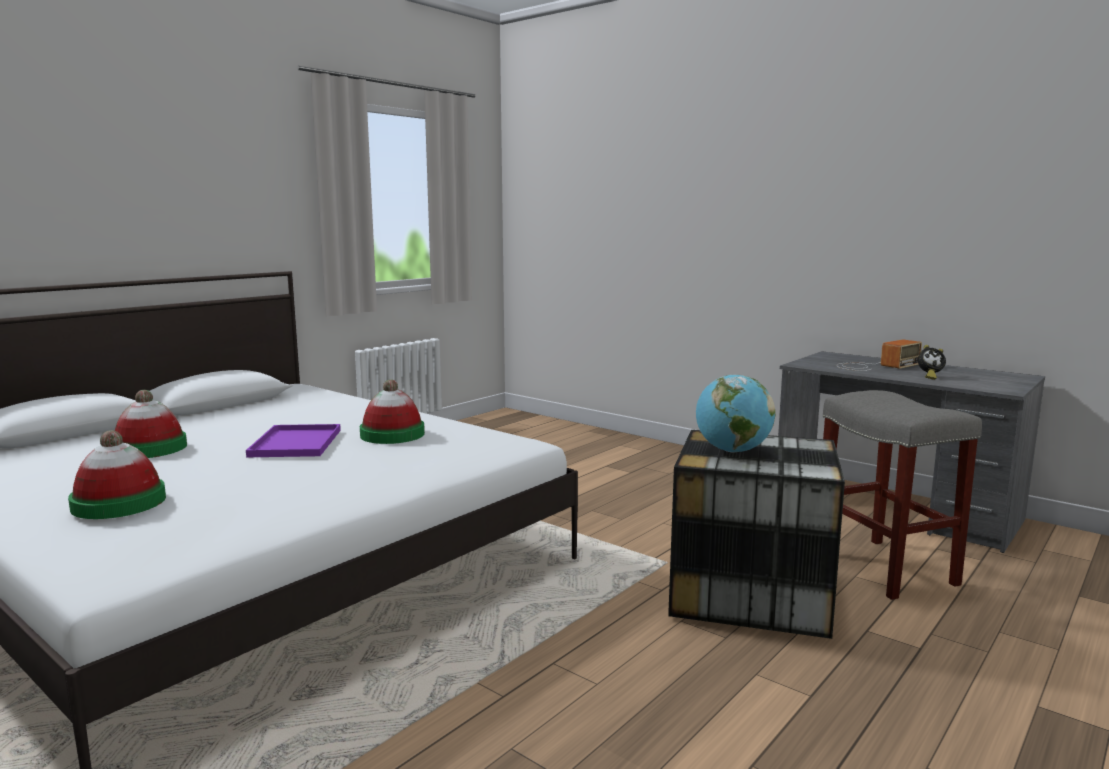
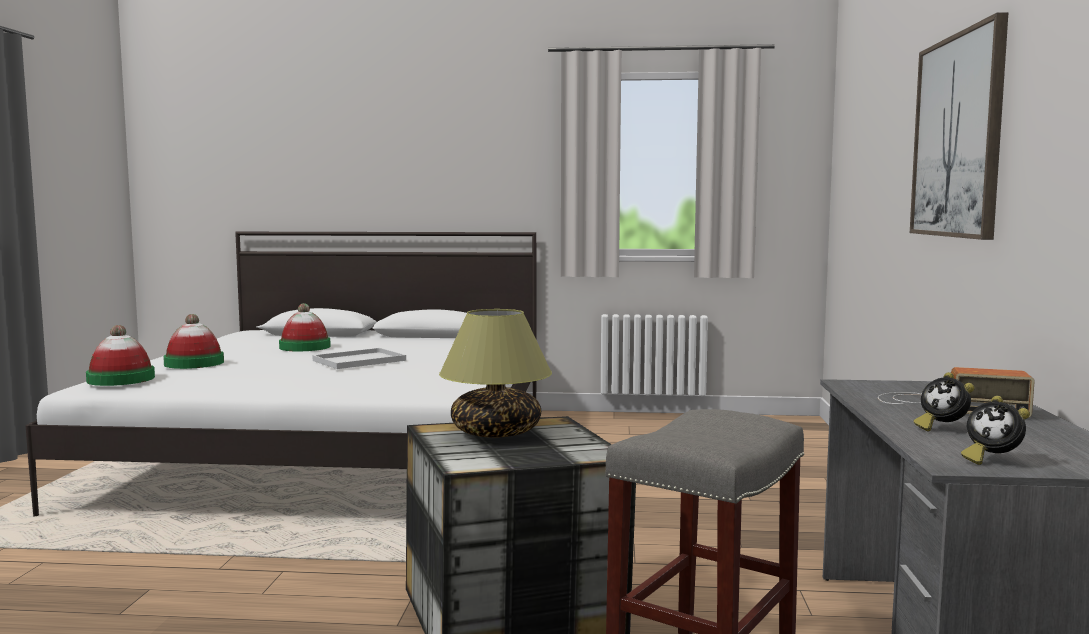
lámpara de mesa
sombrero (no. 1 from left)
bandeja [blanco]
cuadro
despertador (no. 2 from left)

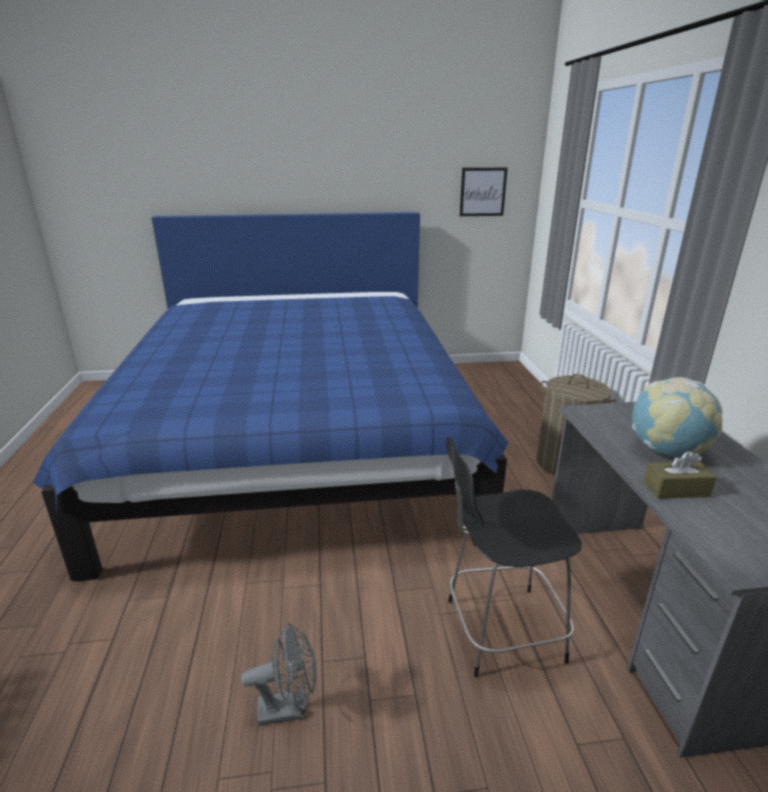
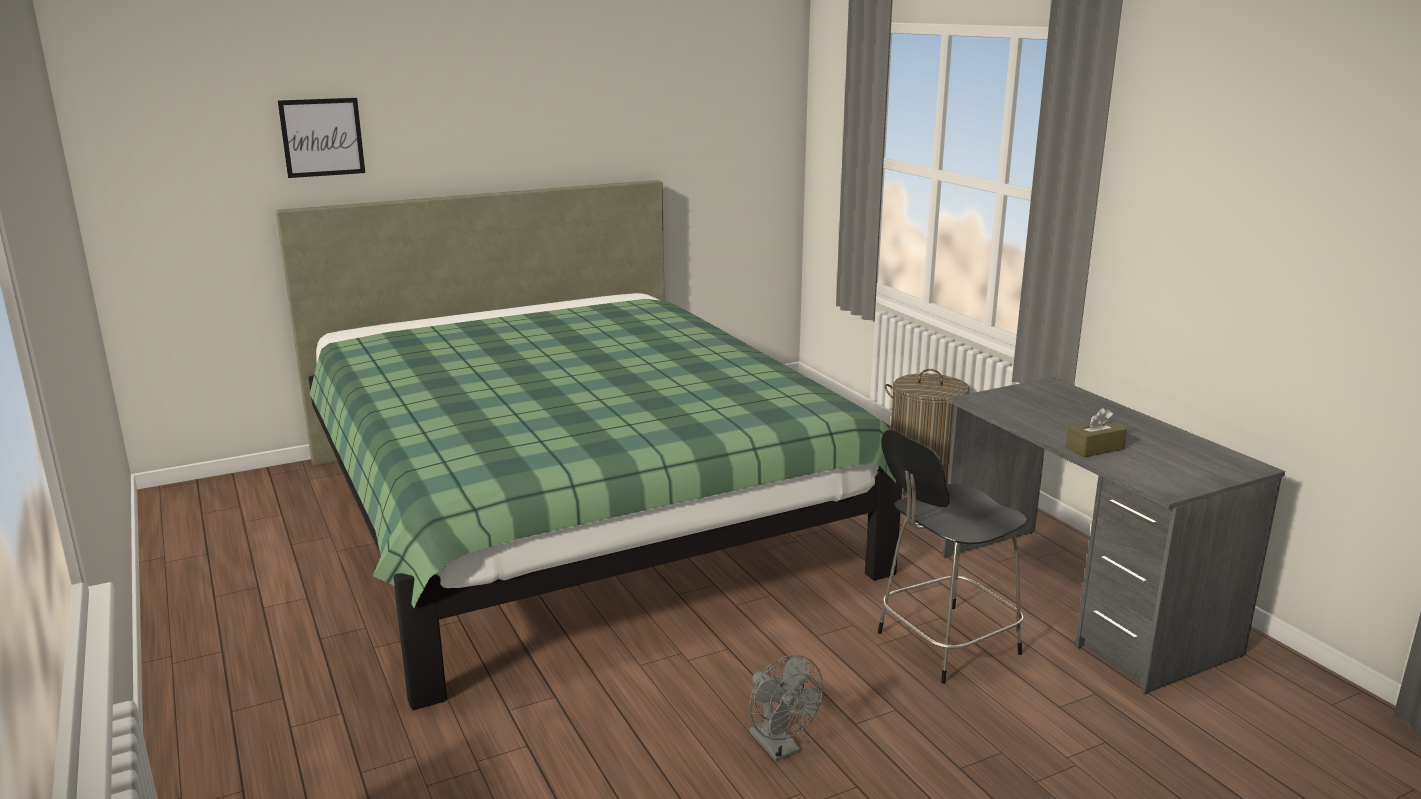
cuadro
cama [verde]
globo terráqueo
ventilador [gris]

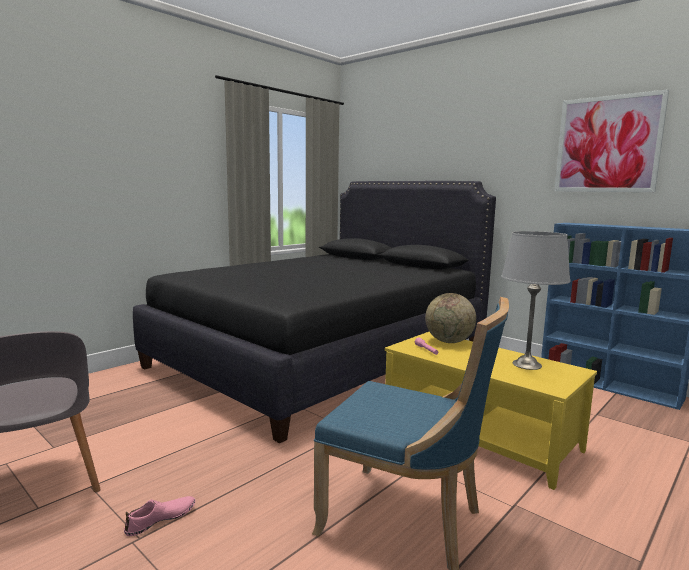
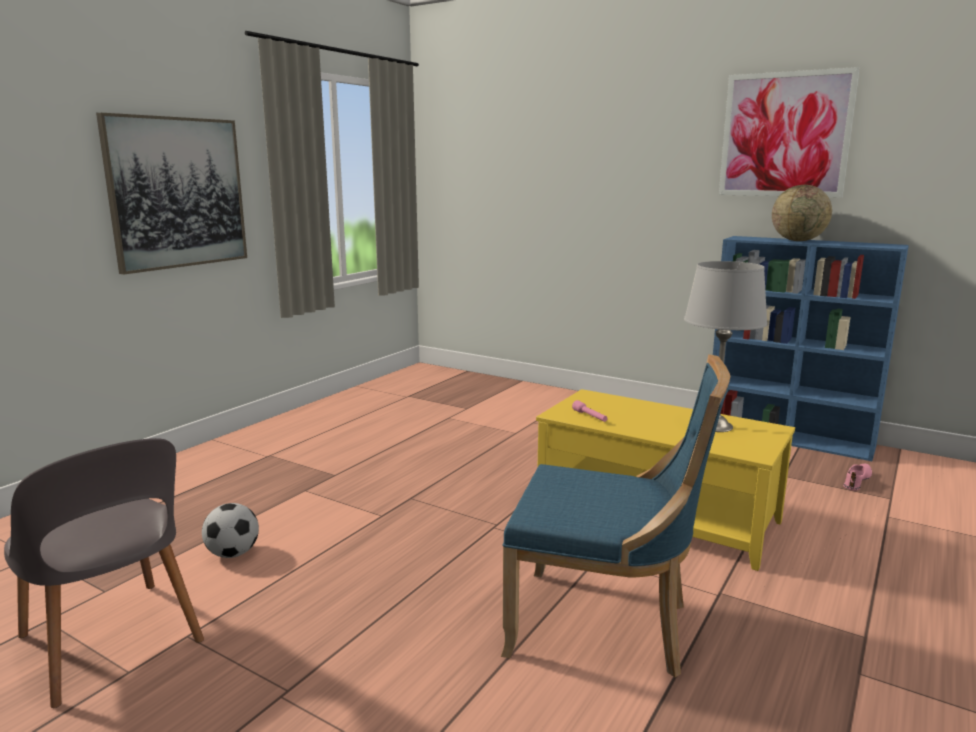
cama [negro]
globo terráqueo
zapato [rosa]
cuadro (no. 1 from left)
balón de fútbol

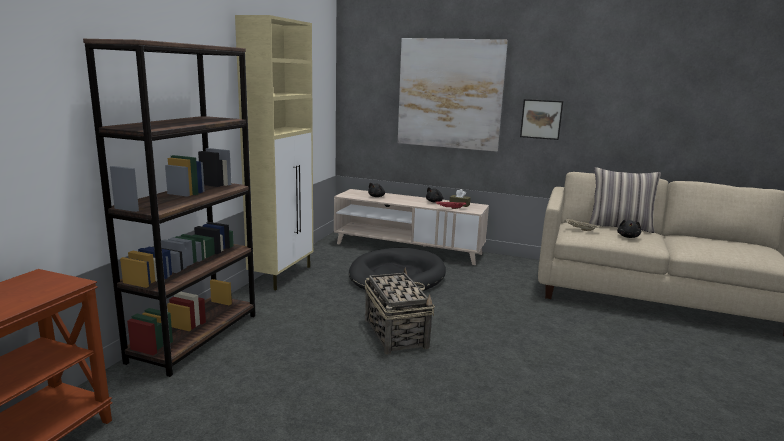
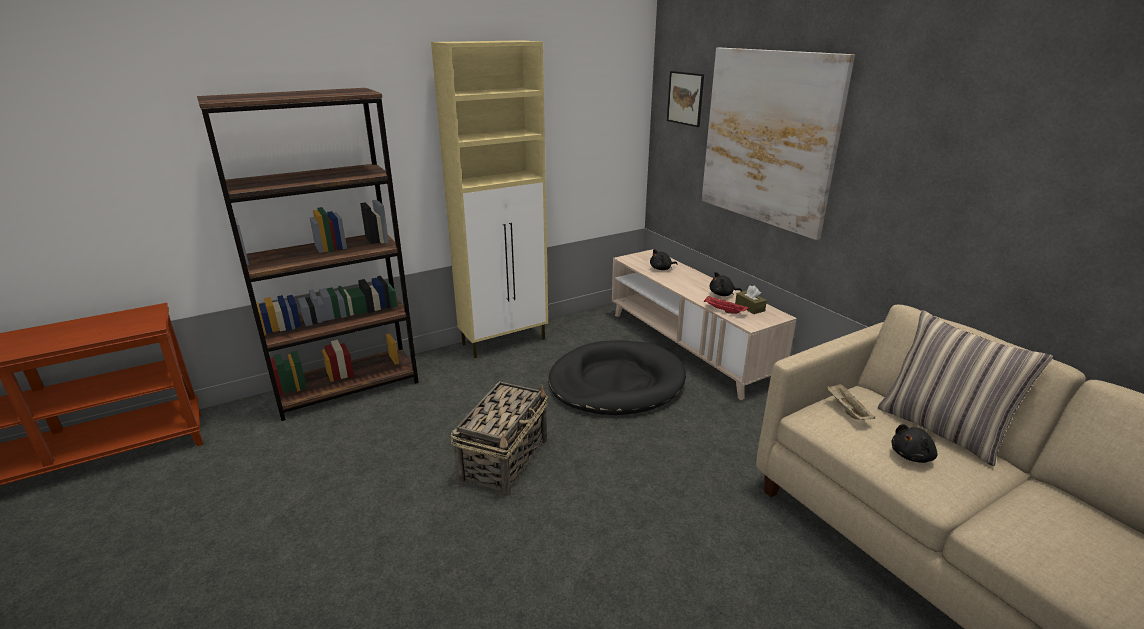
cuadro (no. 1 from left)

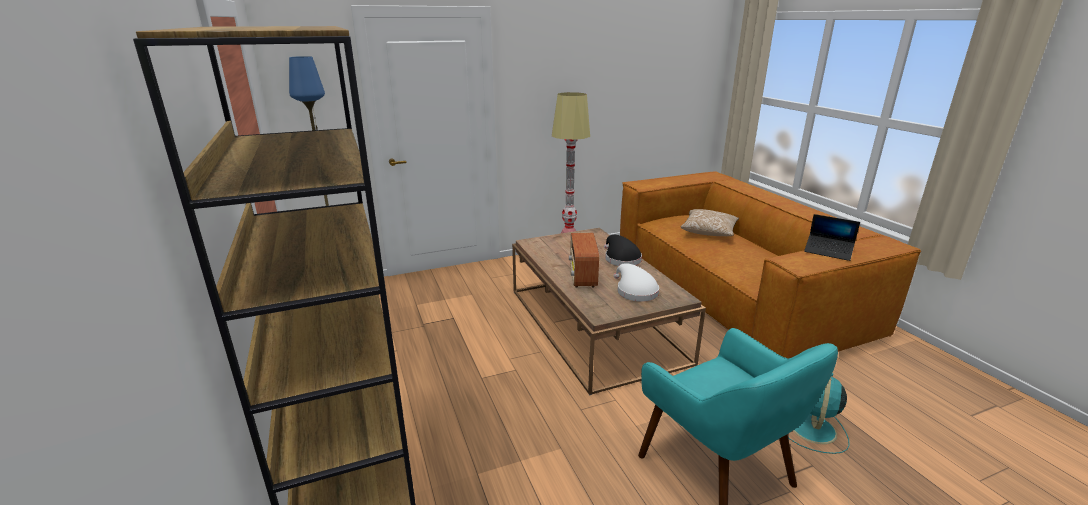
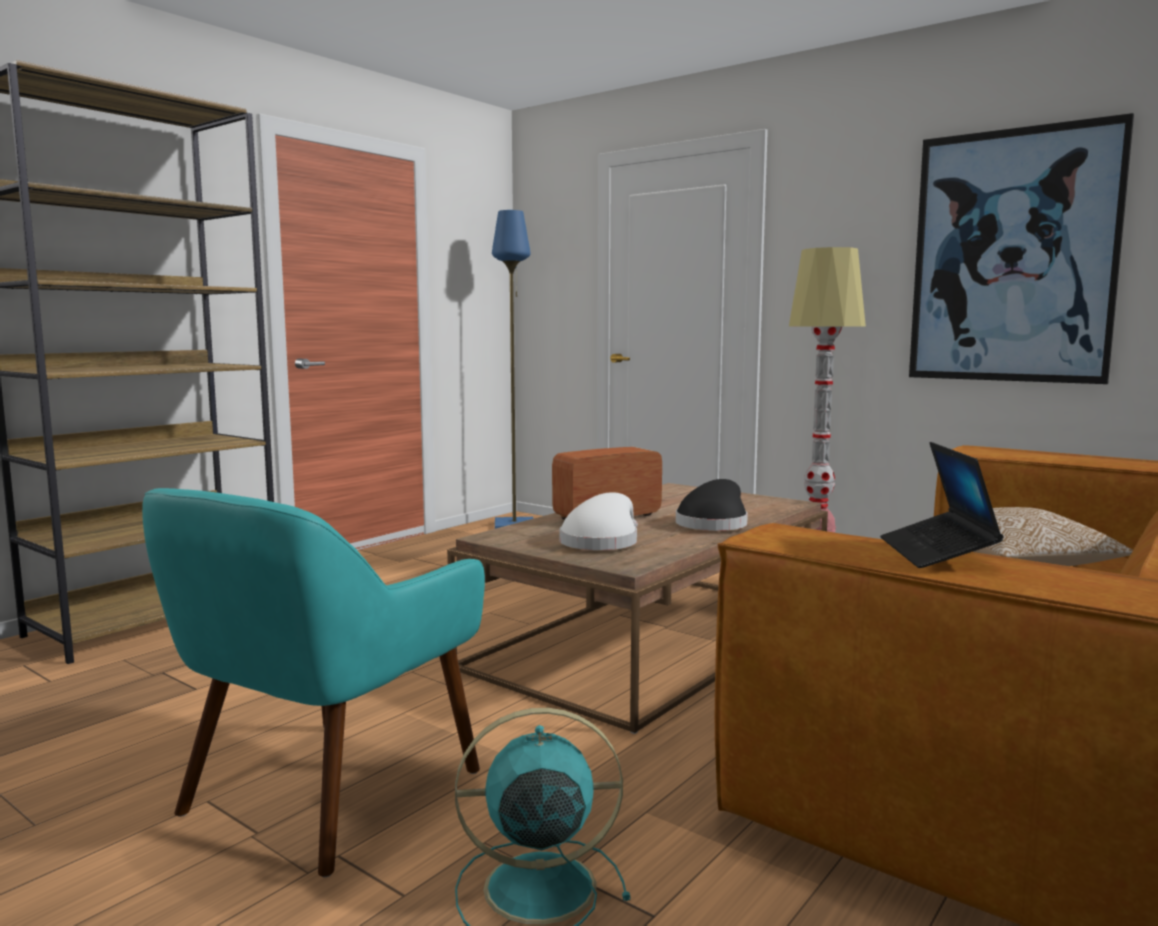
cuadro

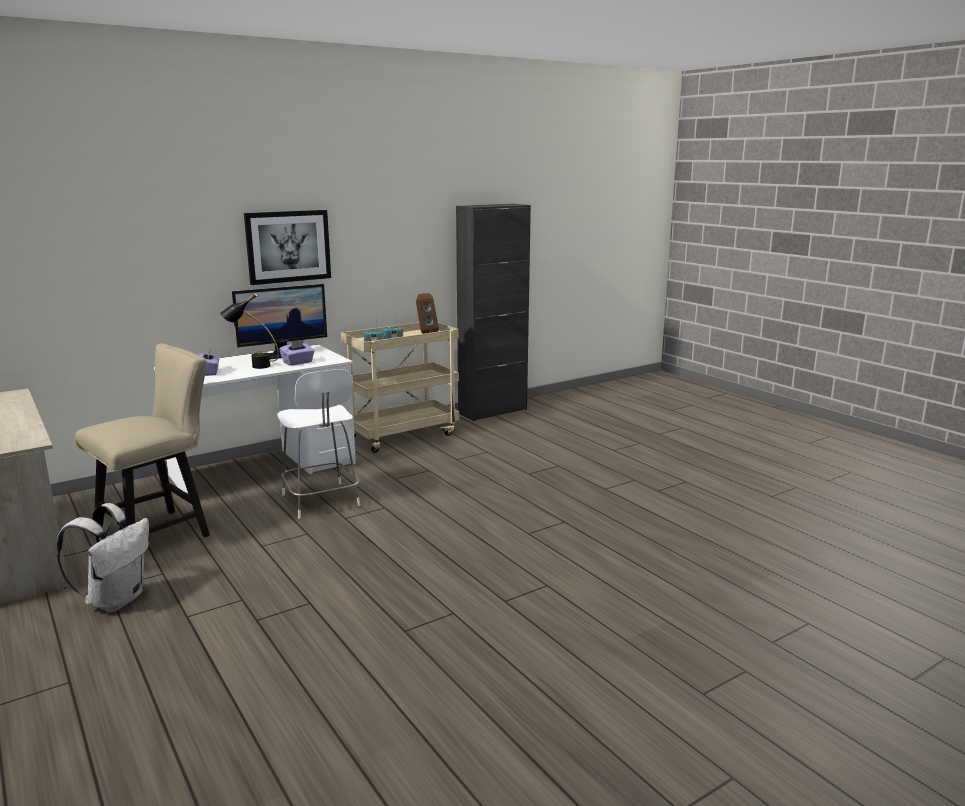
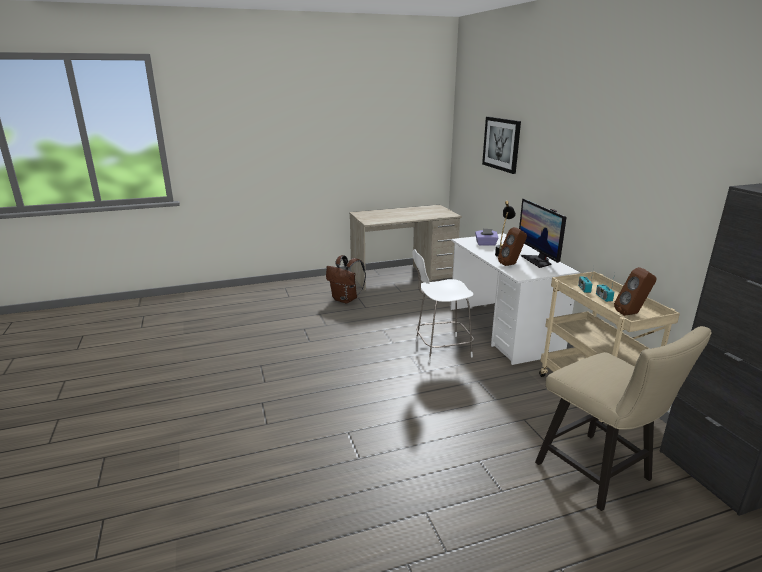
cuadro
altavoz [marrón] (no. 1 from left)
silla [beis]
mochila [marrón]

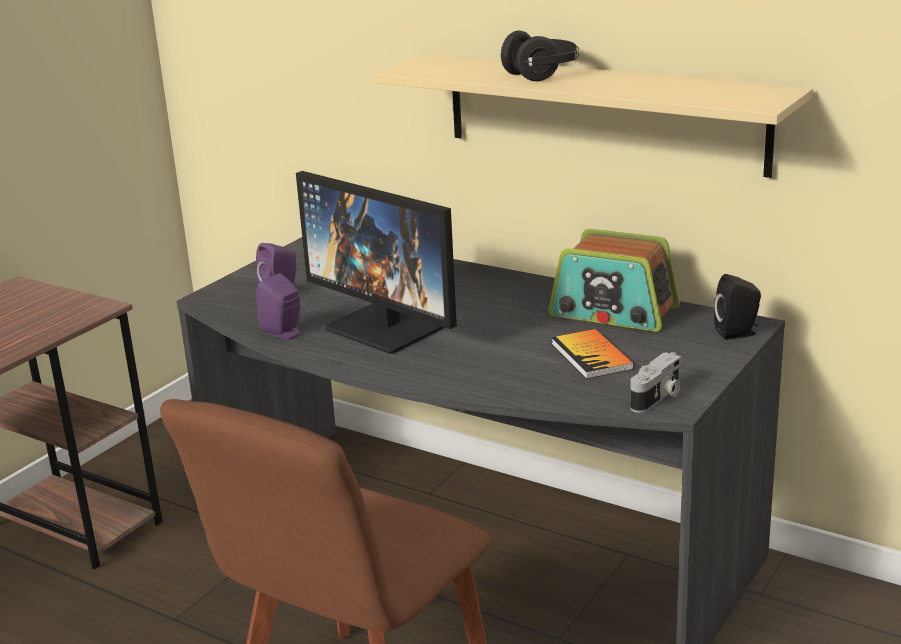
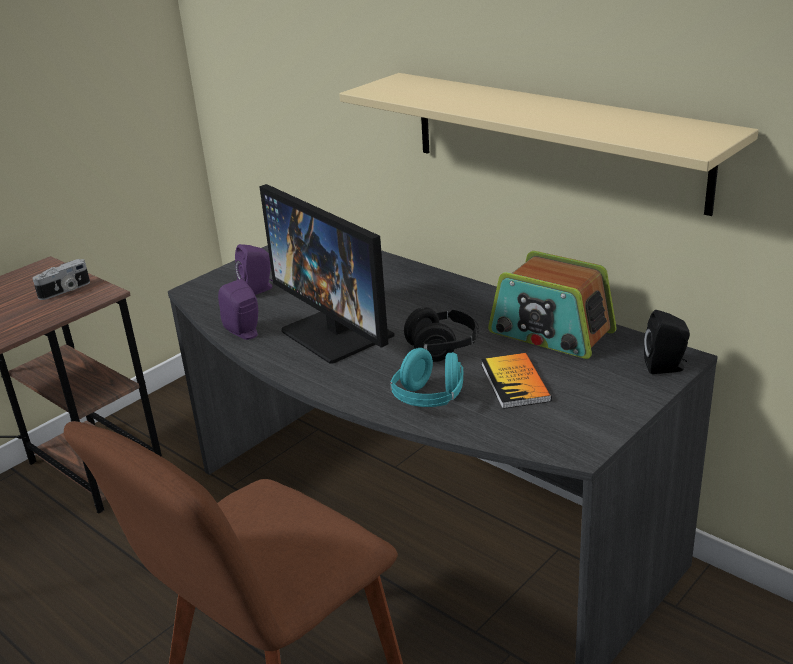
auriculares [negro]
cámara
auriculares [turquesa]

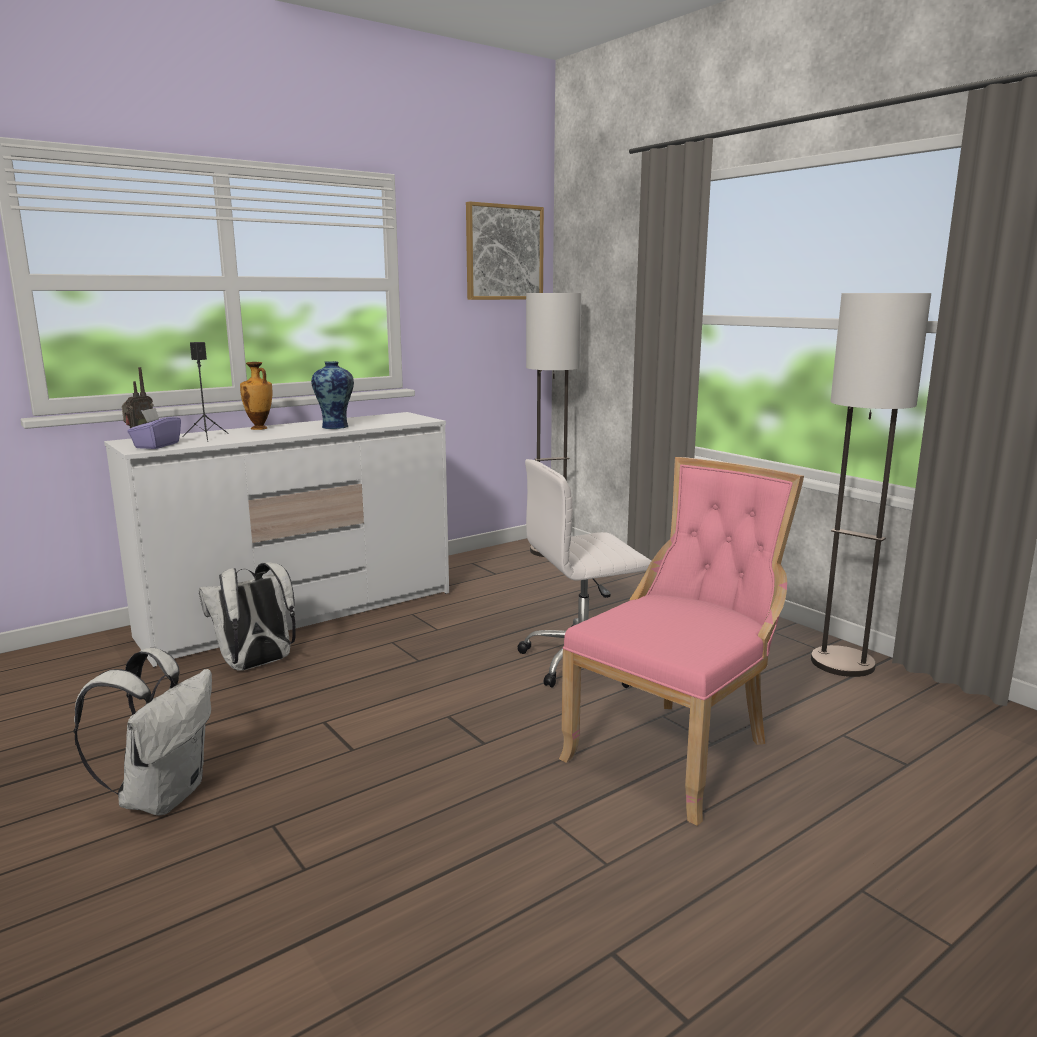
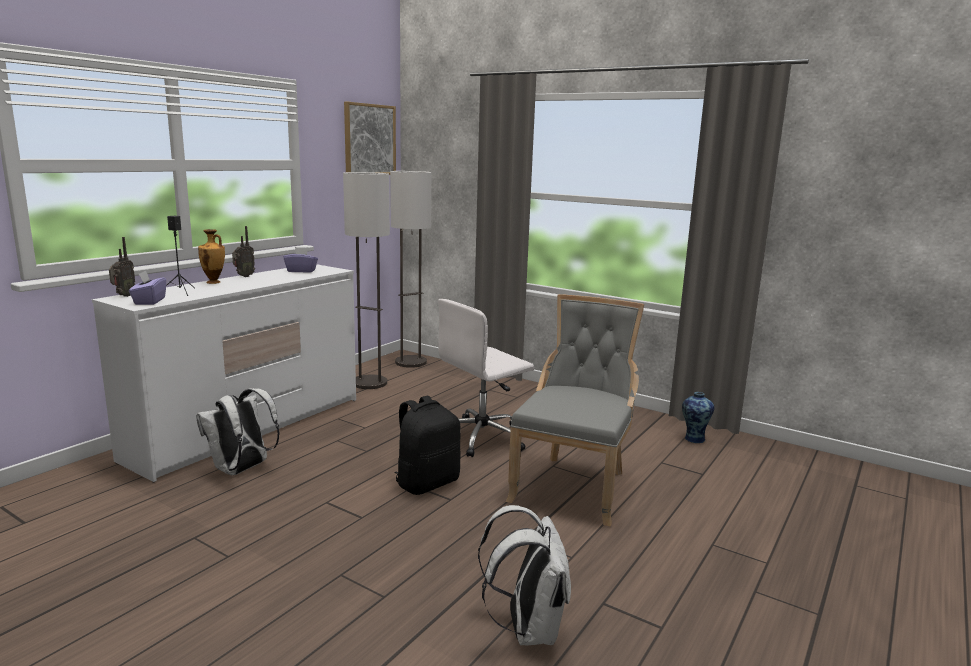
lámpara de pie (no. 1 from left)
florero (no. 2 from left)
silla [gris]
mochila [blanco] (no. 2 from left)
radio (no. 2 from left)
caja de pañuelos [morado] (no. 2 from left)
mochila [negro]

